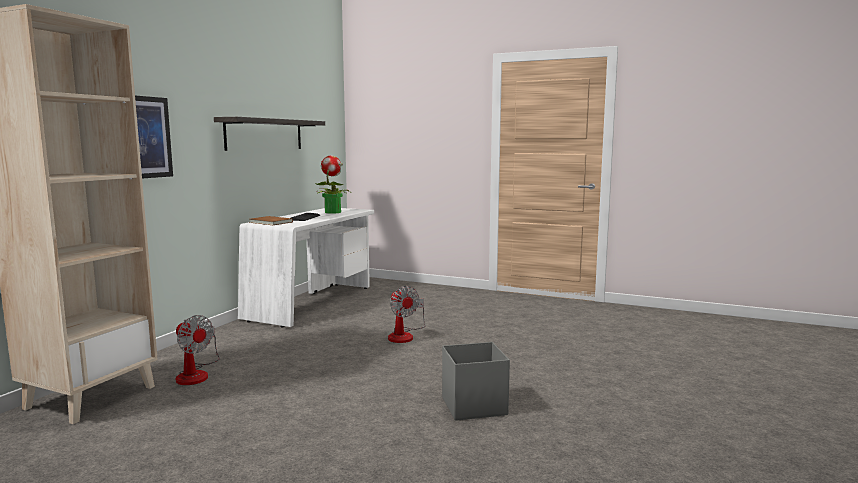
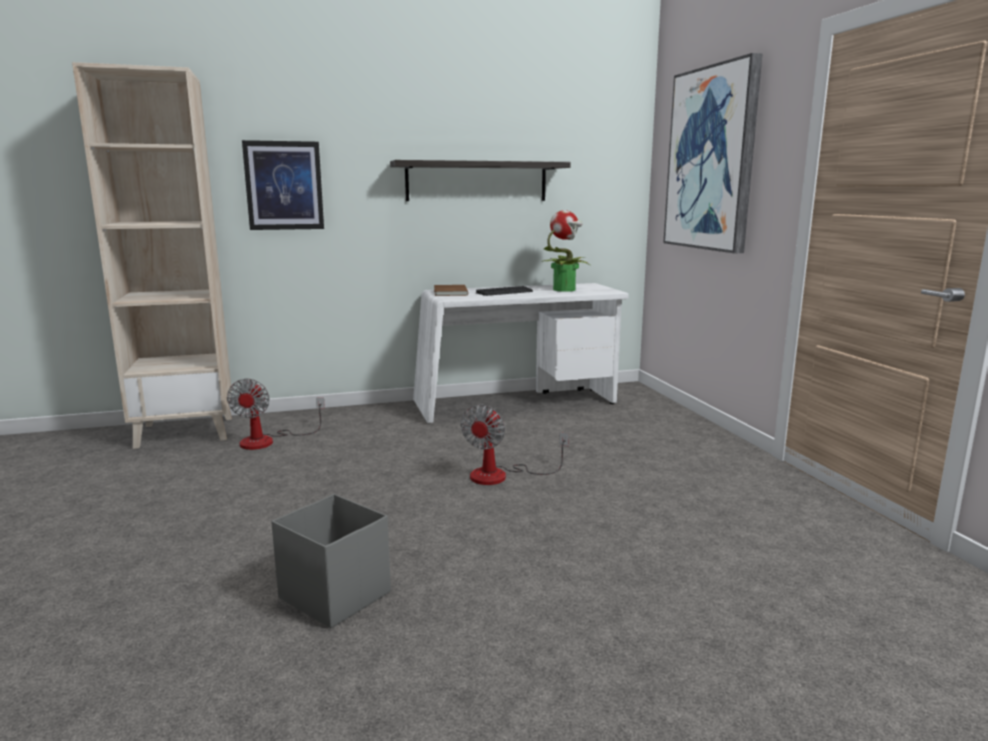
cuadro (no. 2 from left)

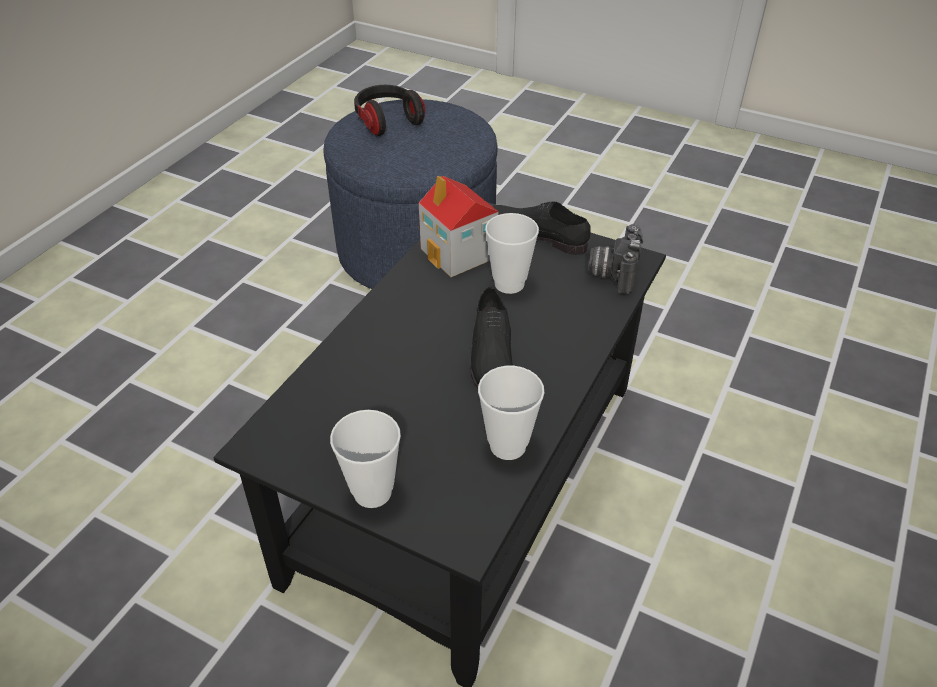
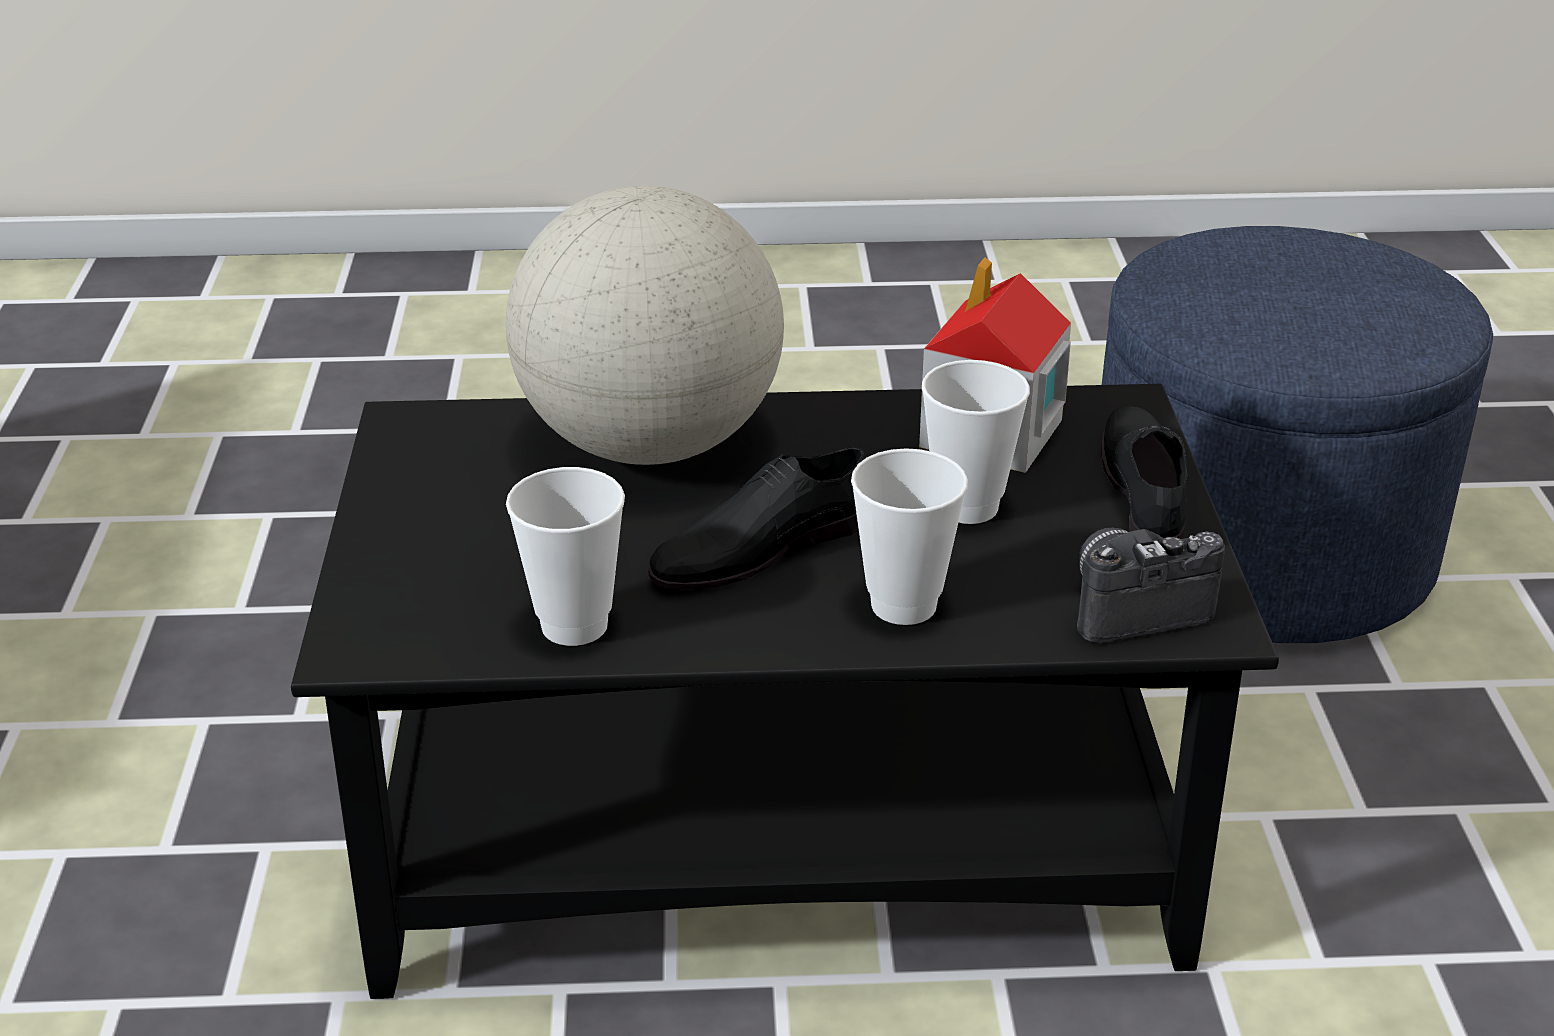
auriculares
taza (no. 2 from left)
globo terráqueo

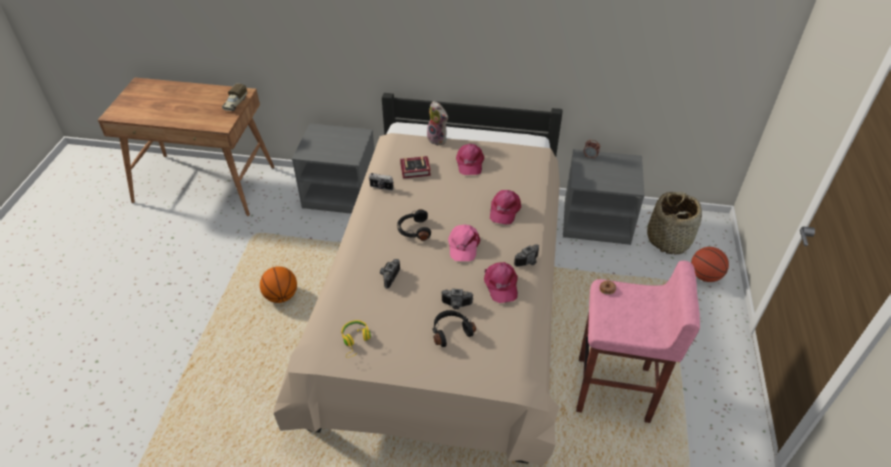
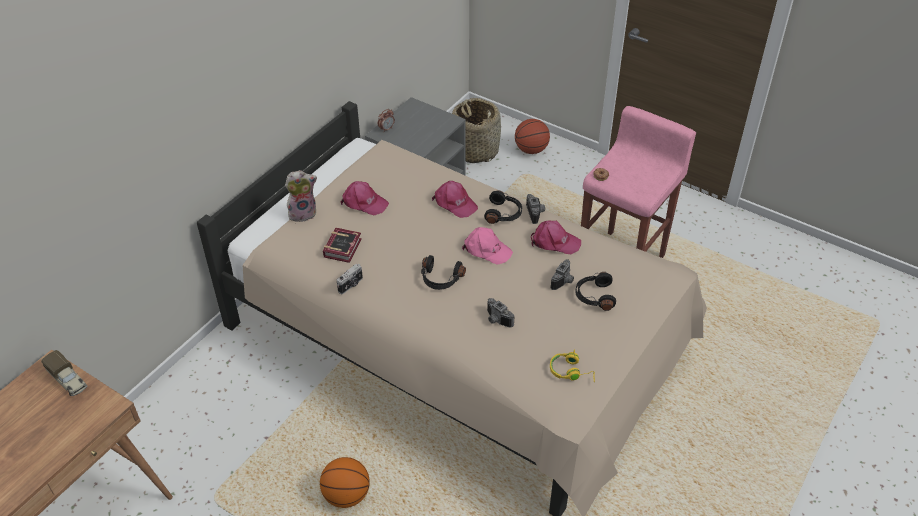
mesita de noche [gris] (no. 1 from left in the first image)
auriculares [negro] (no. 2 from left)

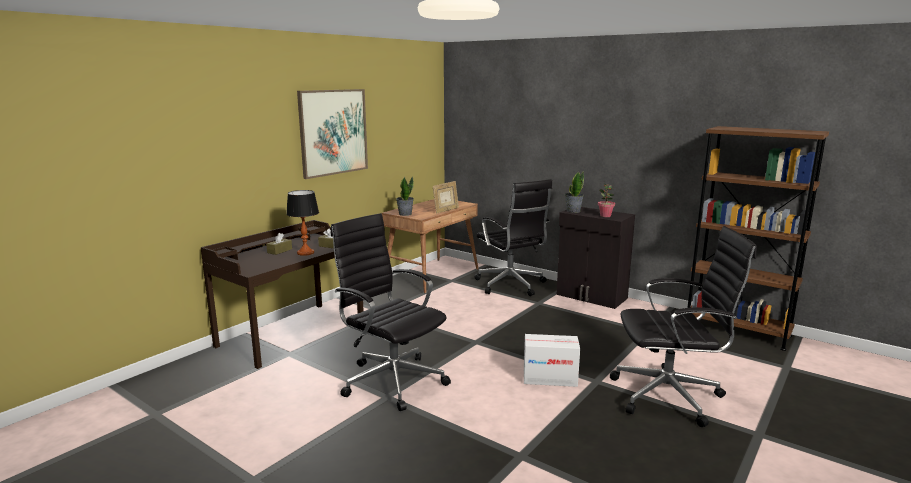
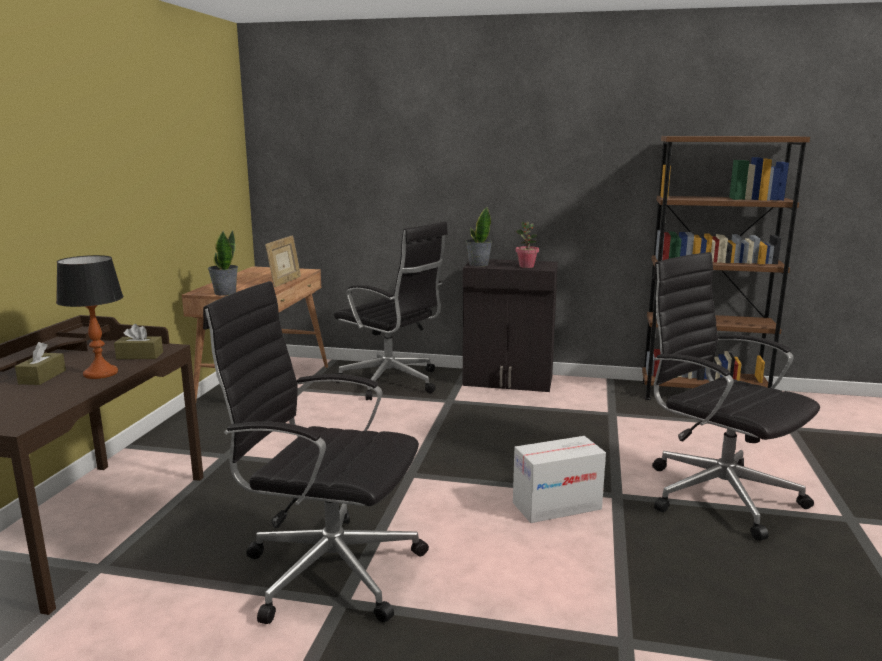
cuadro
silla de oficina [negro] (no. 3 from left)

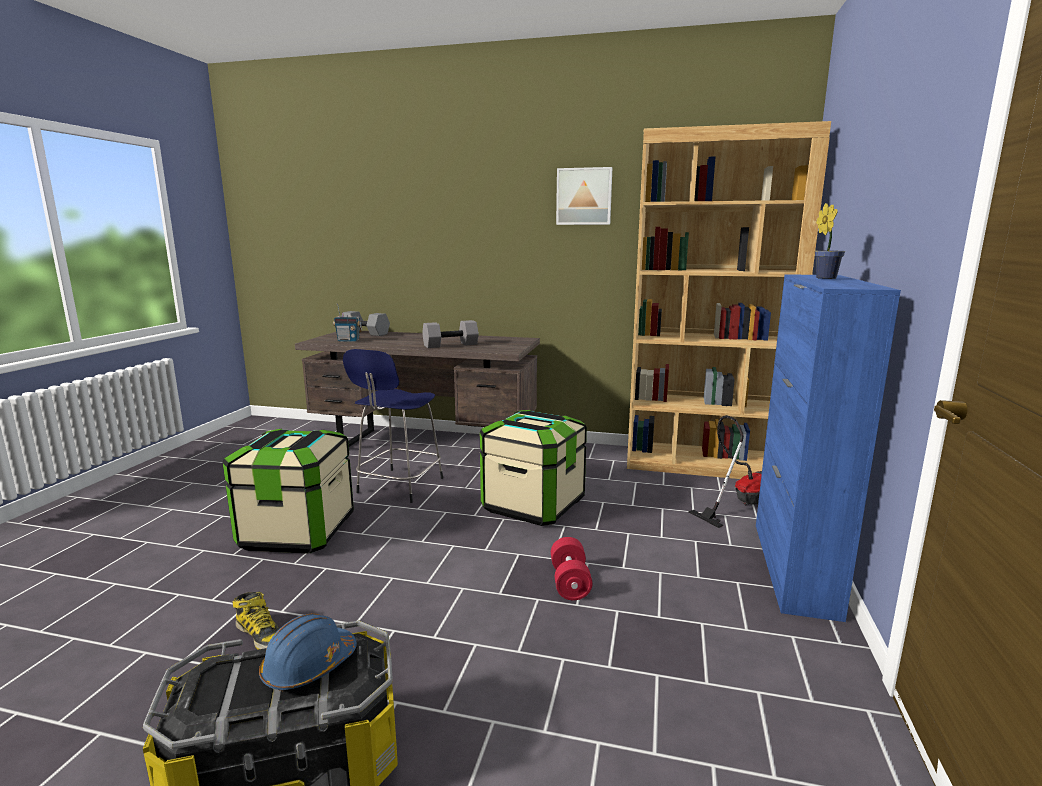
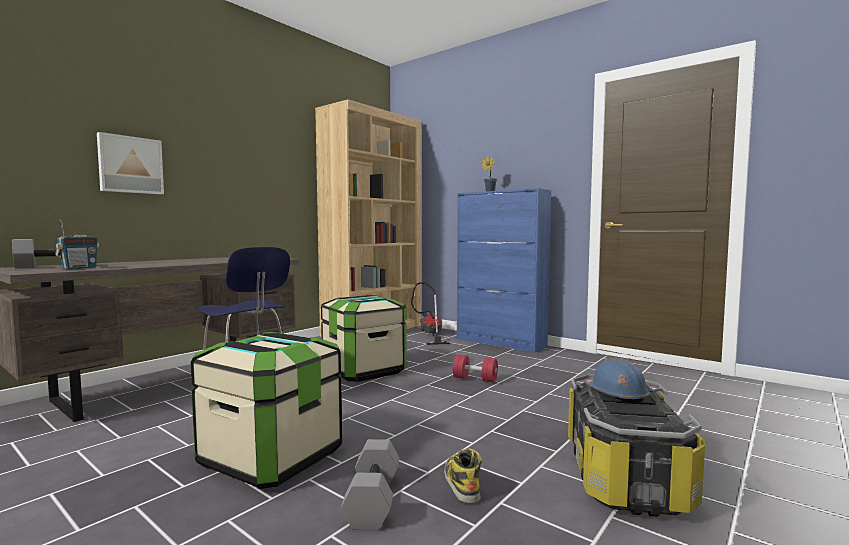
cuadro
mancuerna [gris] (no. 2 from left)
bota

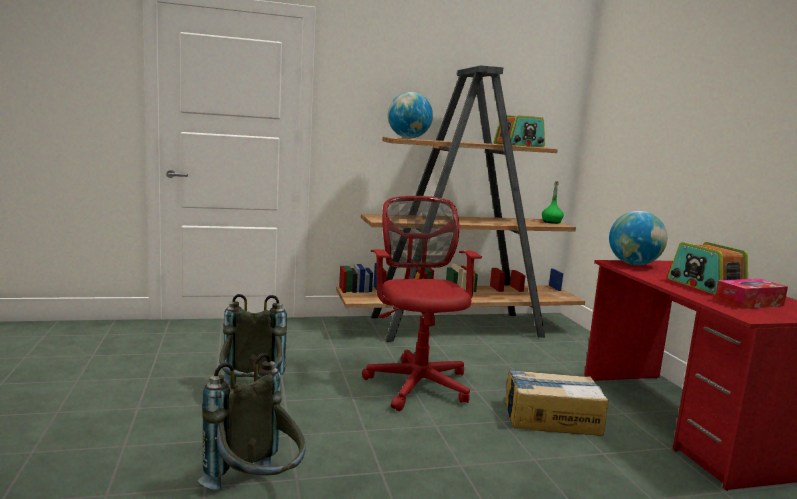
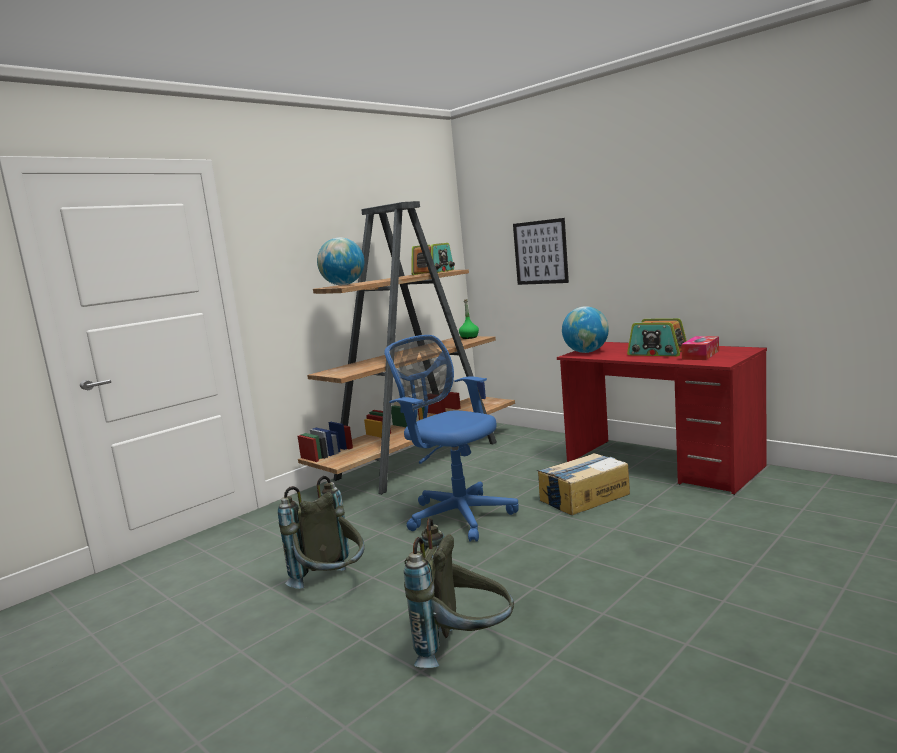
silla de oficina [azul]
cuadro

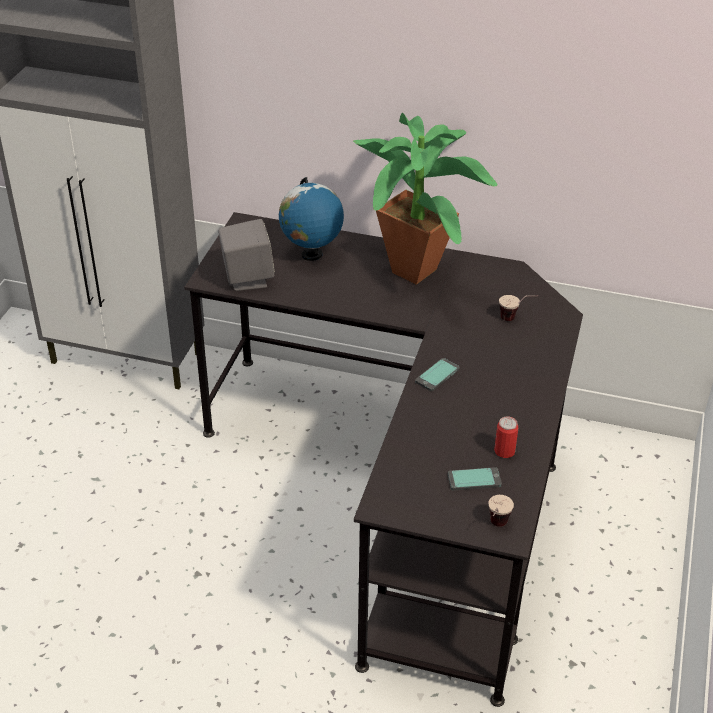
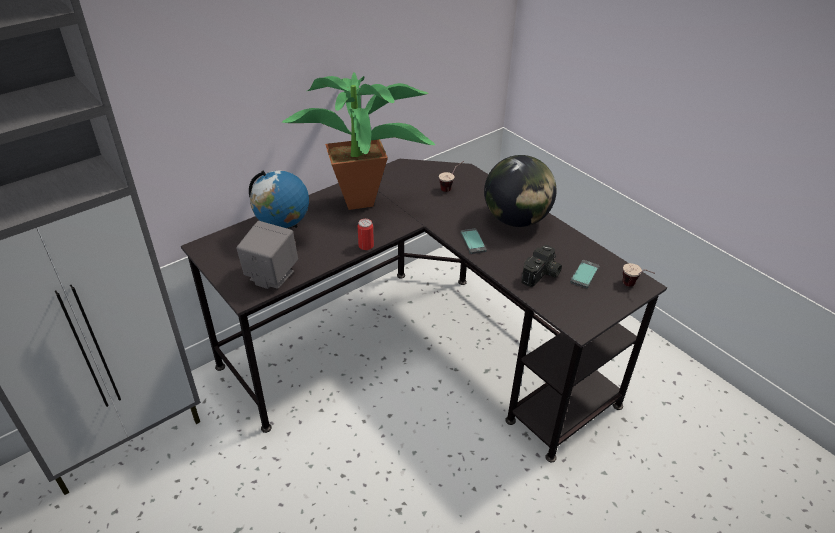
lata
globo terráqueo (no. 2 from left)
cámara

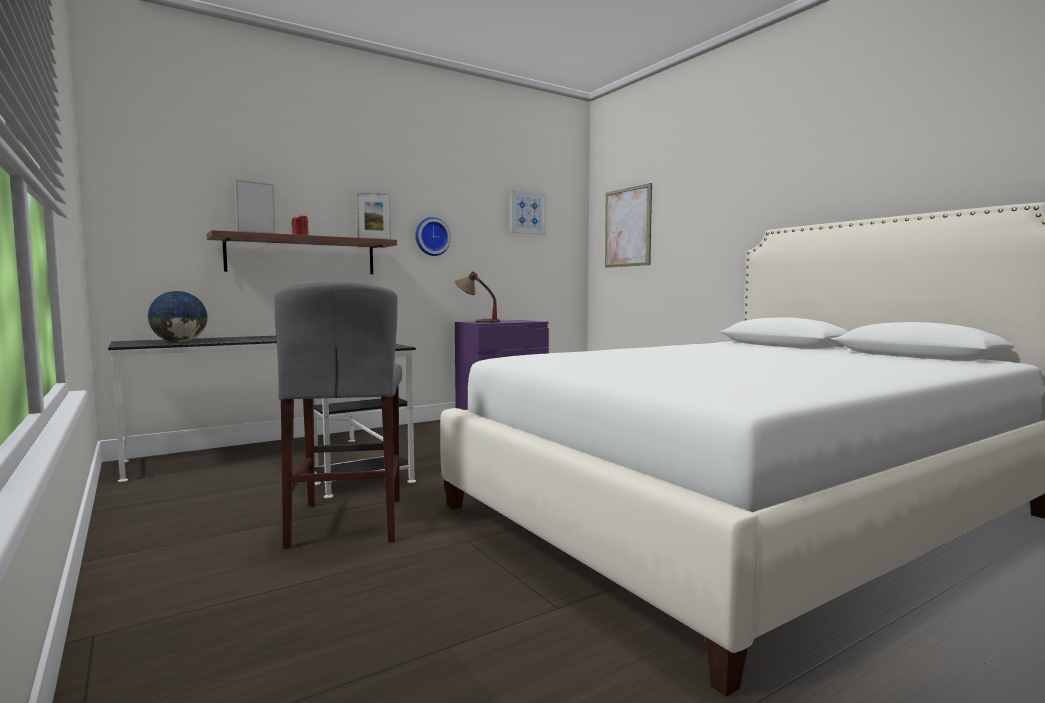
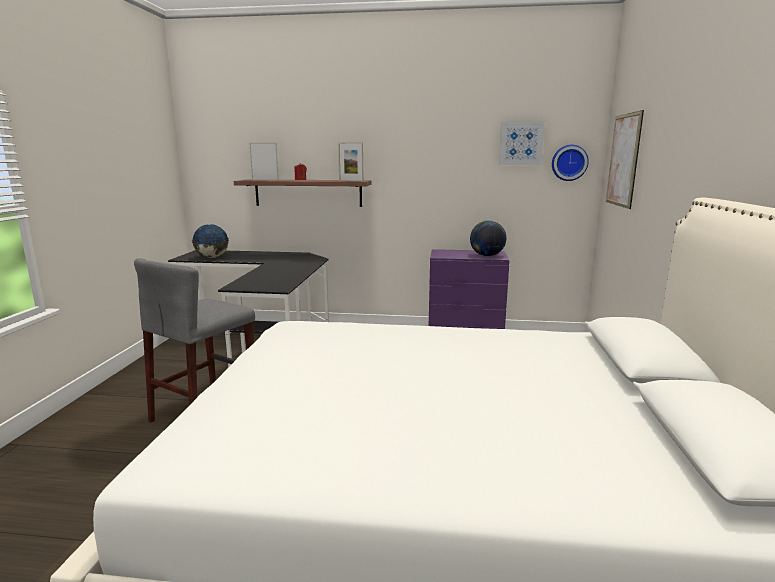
reloj de pared
lámpara de mesa
globo terráqueo (no. 2 from left)

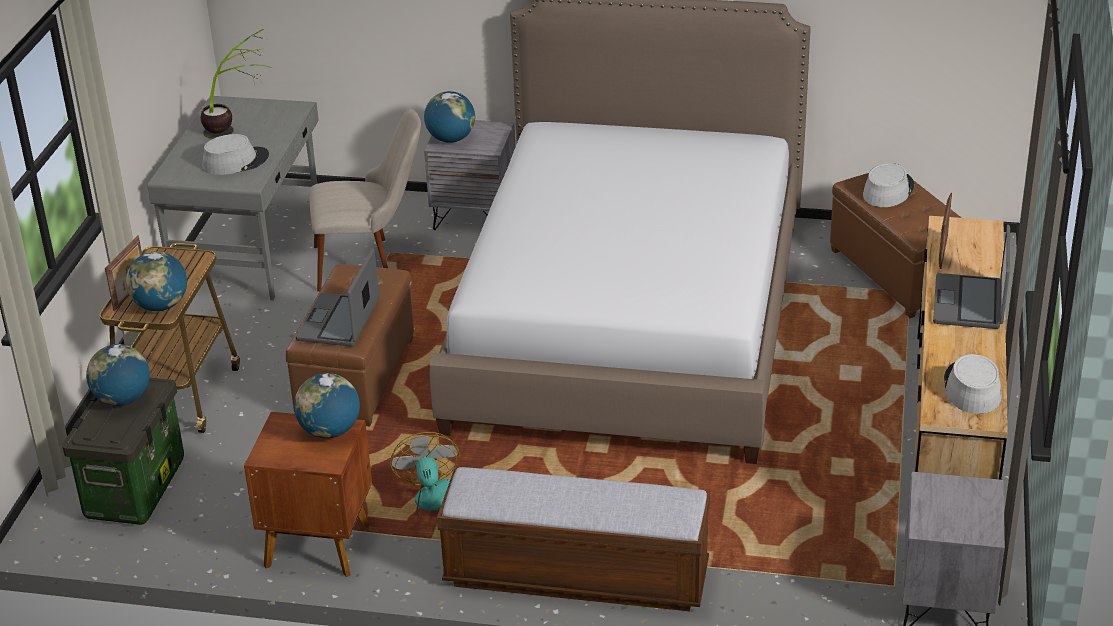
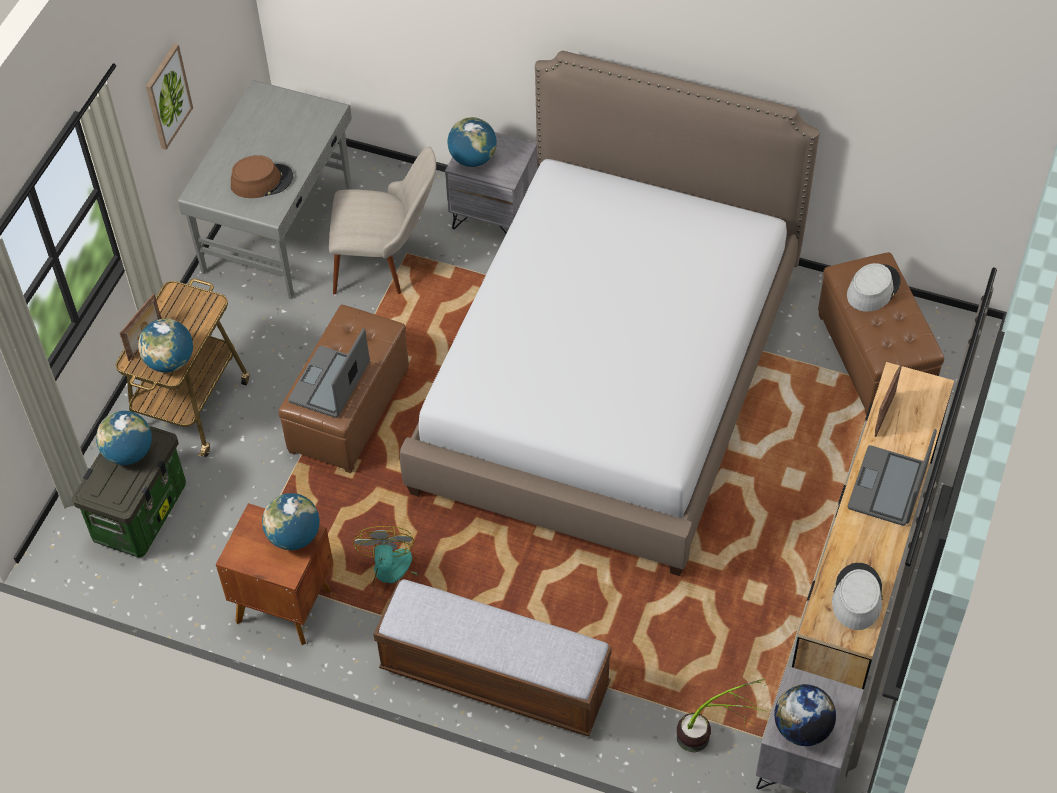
planta en maceta
sombrero [marrón]
cuadro
globo terráqueo (no. 5 from left)

